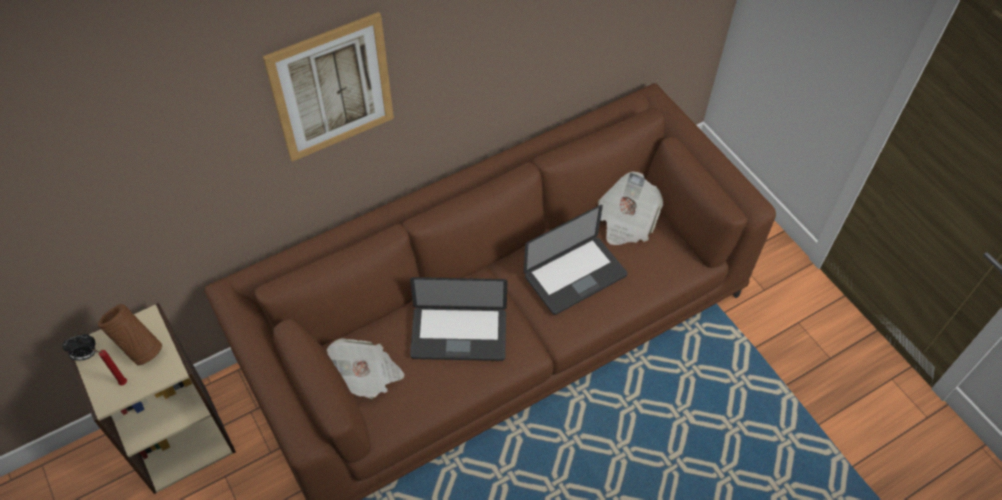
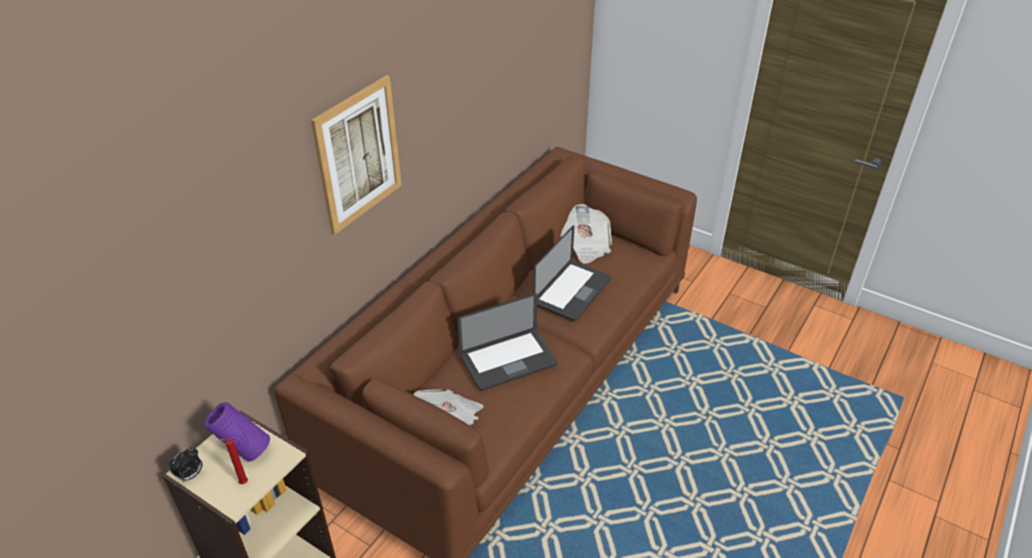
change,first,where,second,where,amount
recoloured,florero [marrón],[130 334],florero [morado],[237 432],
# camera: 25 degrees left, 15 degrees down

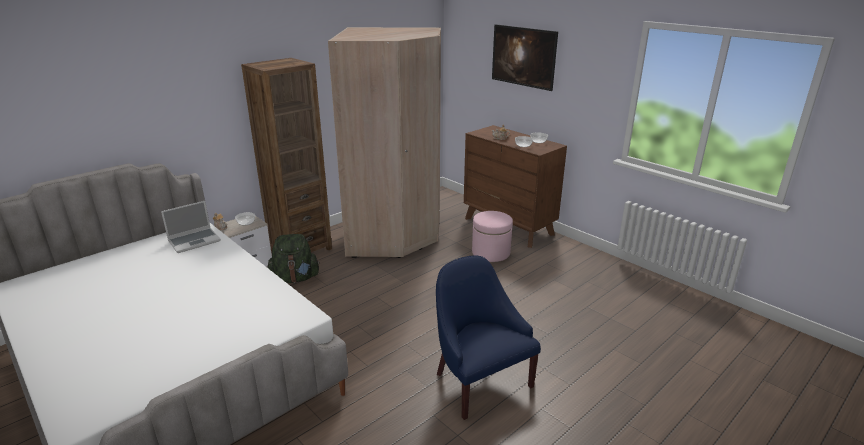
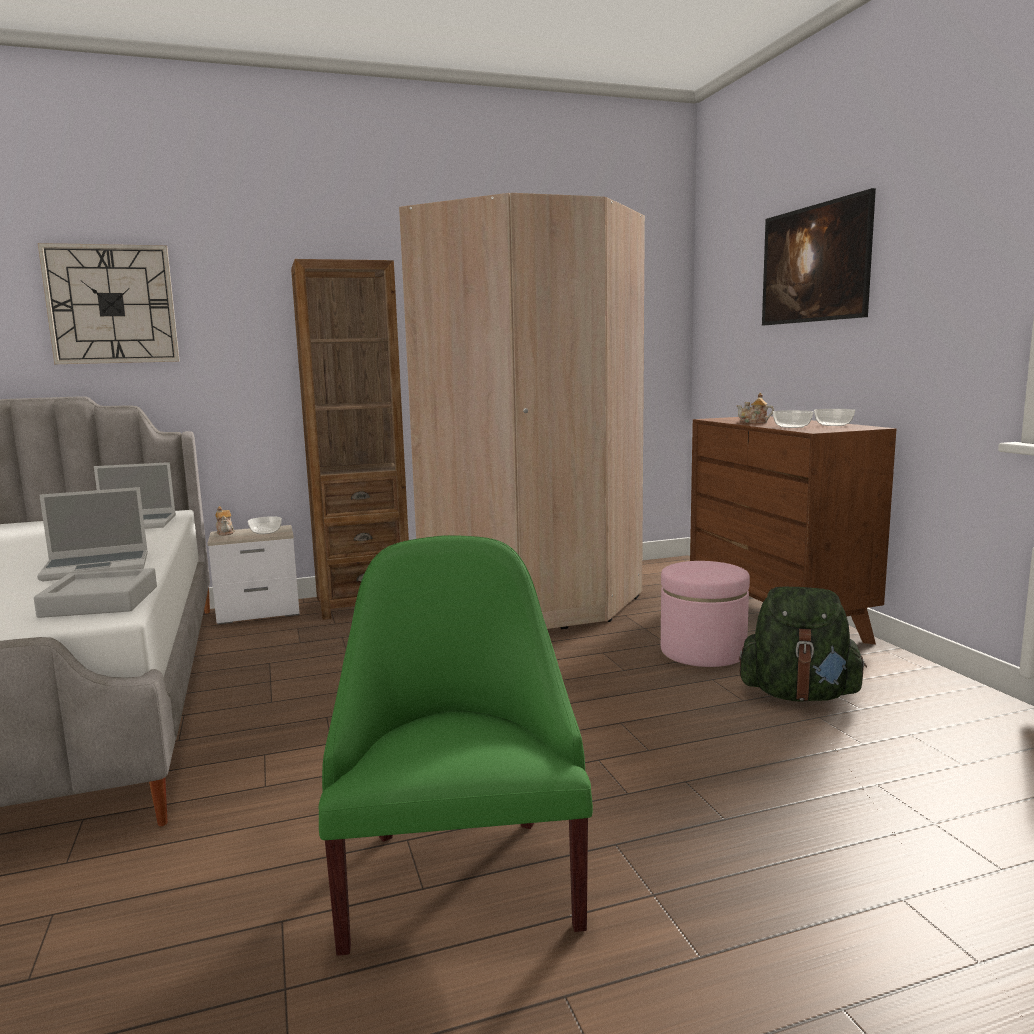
change,first,where,second,where,amount
added,,,bandeja [gris],[95 593],
added,,,portátil,[92 534],
added,,,reloj de pared,[109 303],
recoloured,sillón [azul],[488 337],sillón [verde],[456 745],
moved,mochila [verde],[293 258],,[803 644],
# camera: 25 degrees right, 15 degrees down

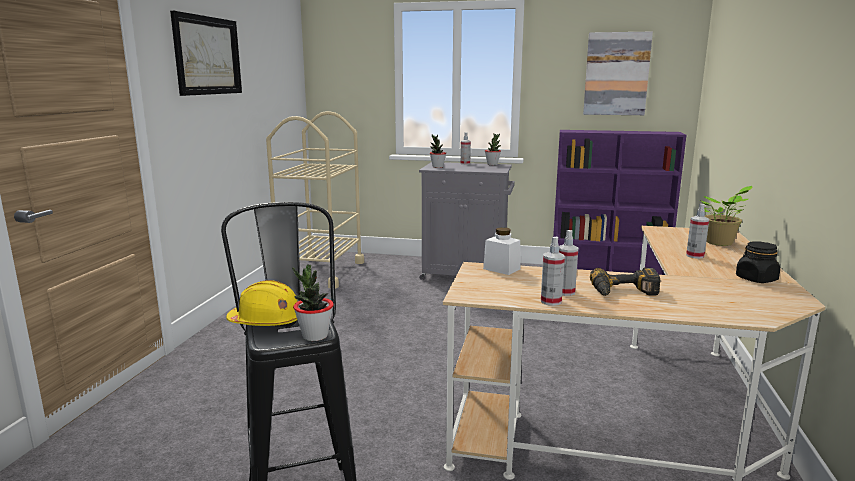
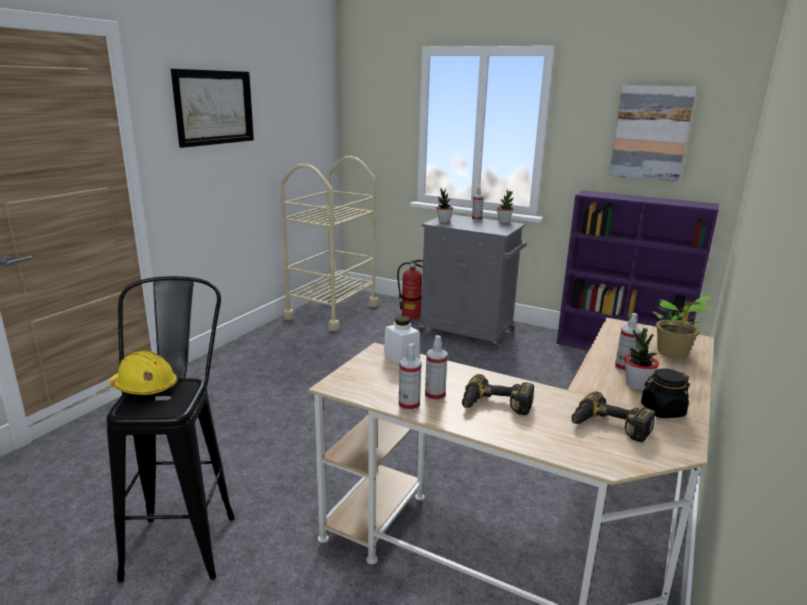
change,first,where,second,where,amount
added,,,extintor,[410 289],
added,,,taladro,[613 416],
moved,planta en maceta,[313 303],,[641 359],
# camera: 15 degrees right, 5 degrees up

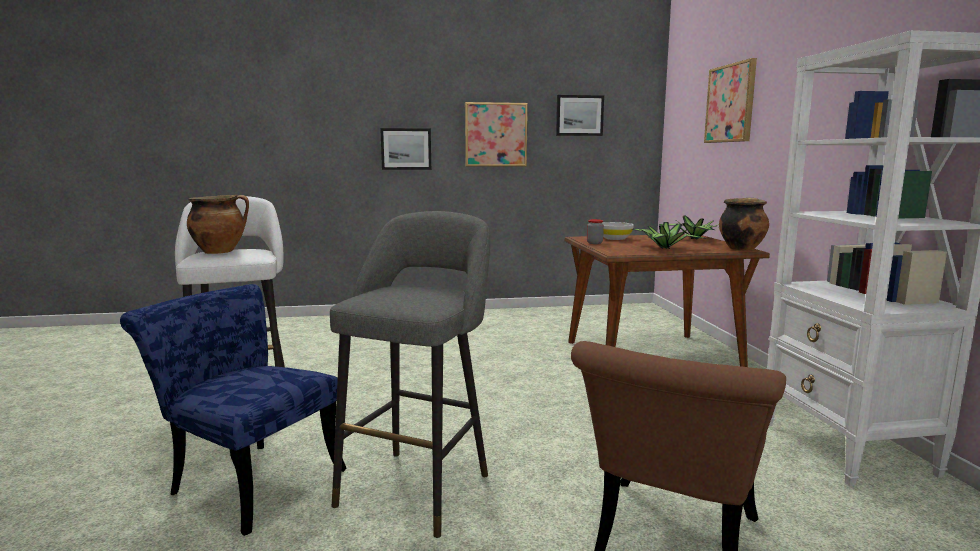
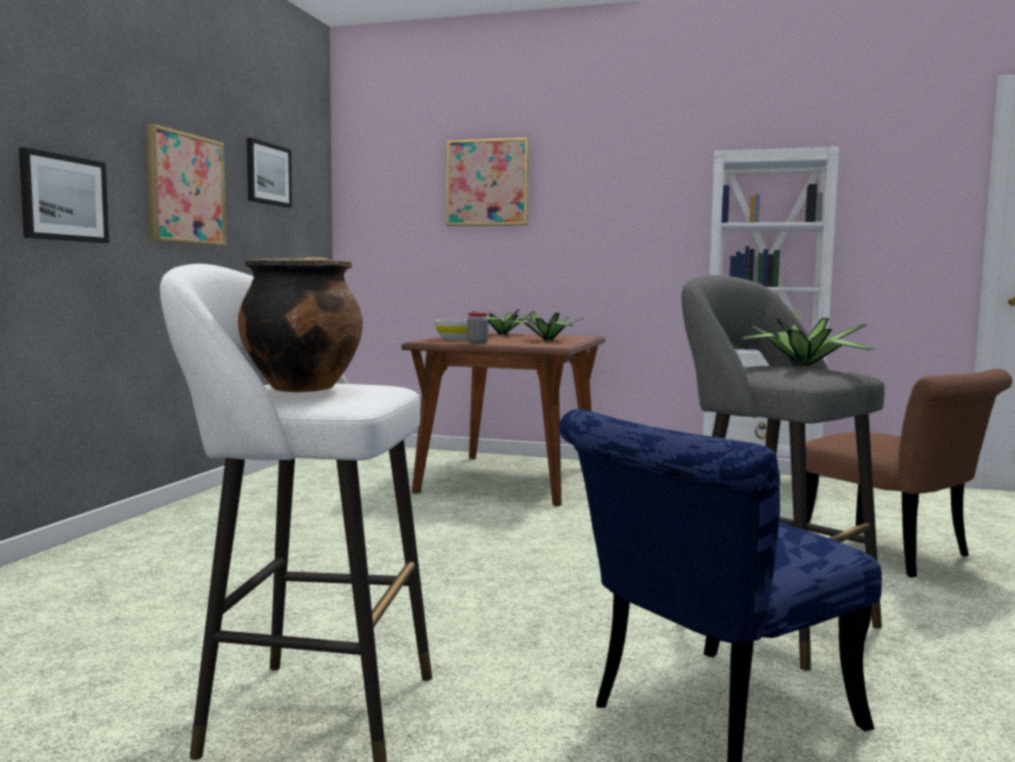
change,first,where,second,where,amount
added,,,planta en maceta,[809 342],
removed,olla,[744 224],,,
# camera: 65 degrees left, 5 degrees down

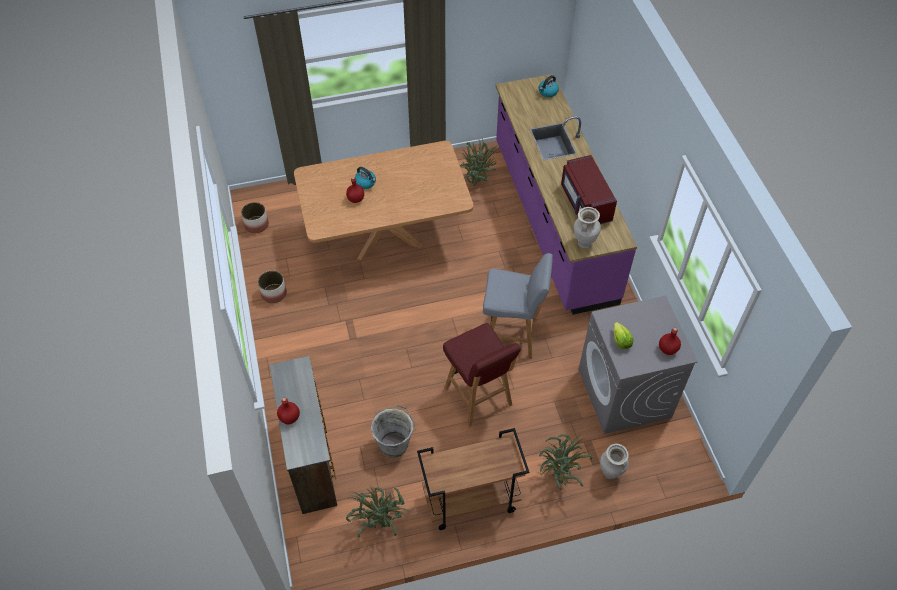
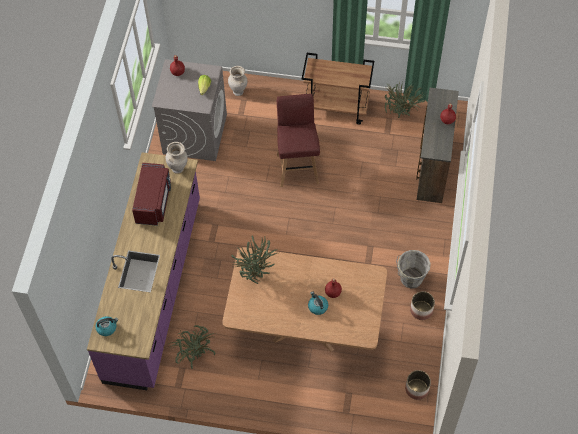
change,first,where,second,where,amount
moved,planta en maceta,[565 461],,[254 259],
moved,cubo [gris],[393 431],,[413 269],
removed,taburete [gris],[518 306],,,
# camera: 155 degrees left, 5 degrees up

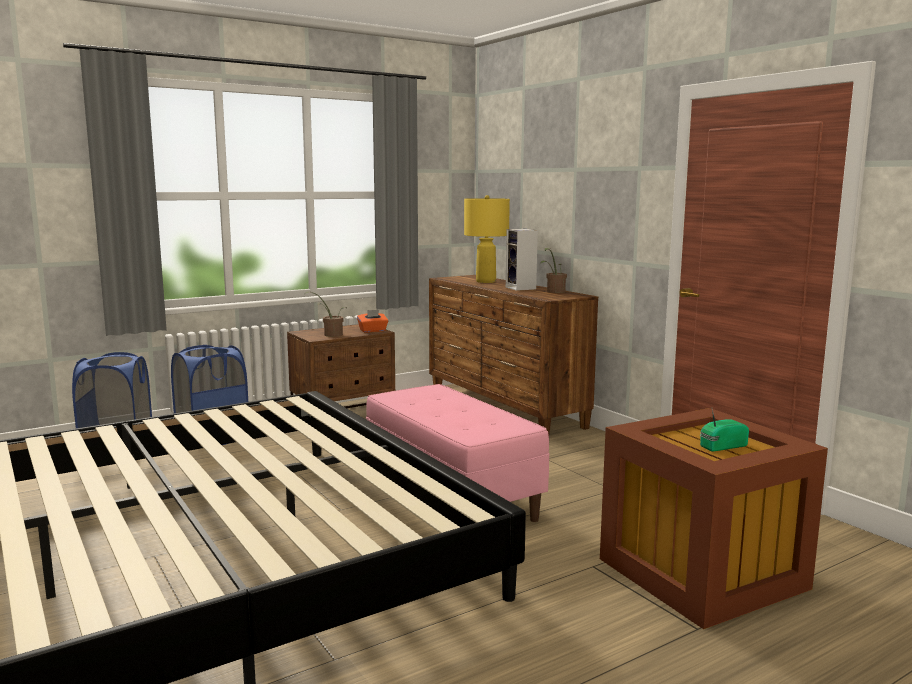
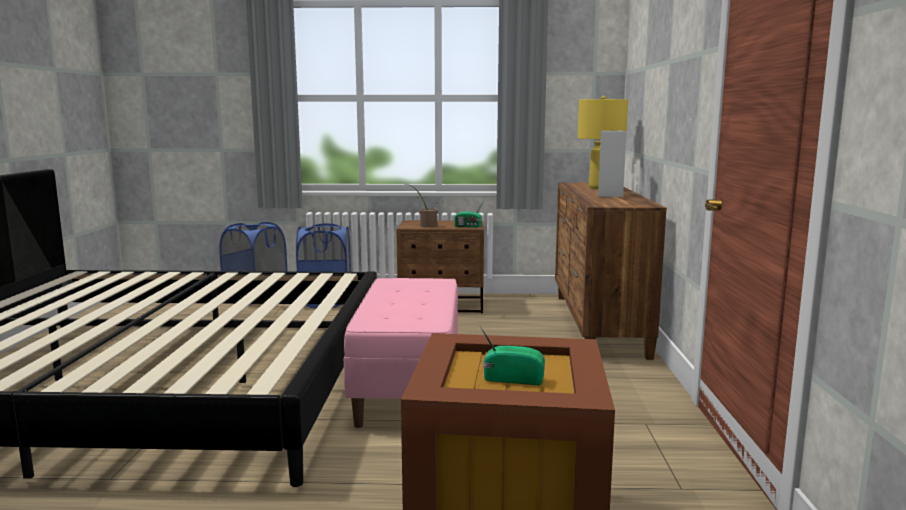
change,first,where,second,where,amount
replaced,caja de pañuelos [naranja],[372 321],radio,[468 215],
removed,planta en maceta,[553 270],,,
# camera: 35 degrees right, 0 degrees up

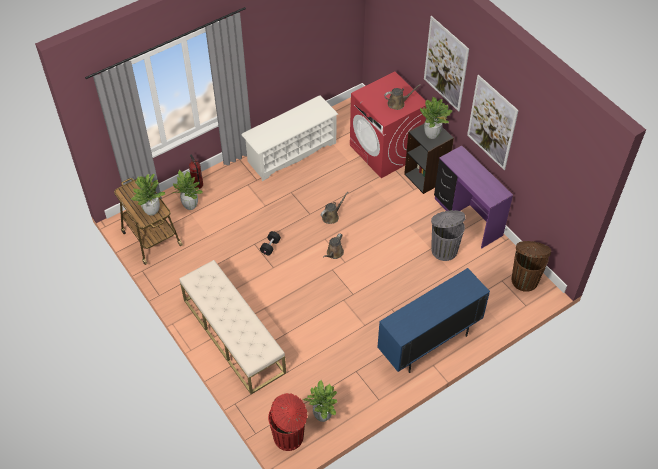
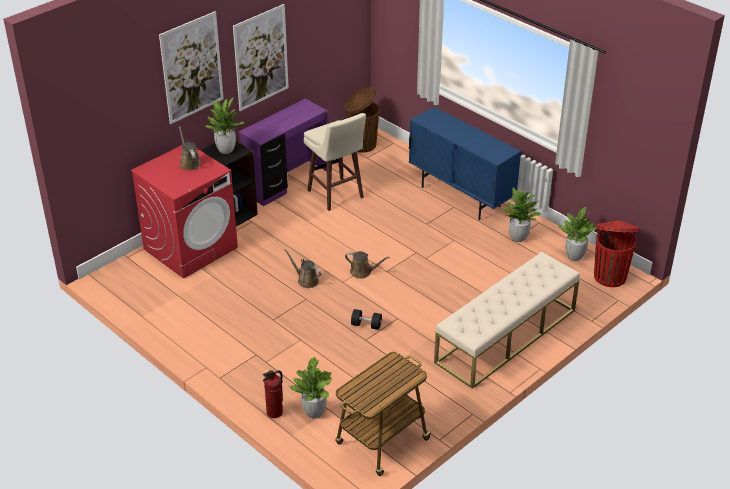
change,first,where,second,where,amount
replaced,papelera [gris],[448 235],taburete [beis],[334 162],
moved,planta en maceta,[148 195],,[521 214],
removed,zapatero [blanco],[289 138],,,
# camera: 100 degrees left, 15 degrees down

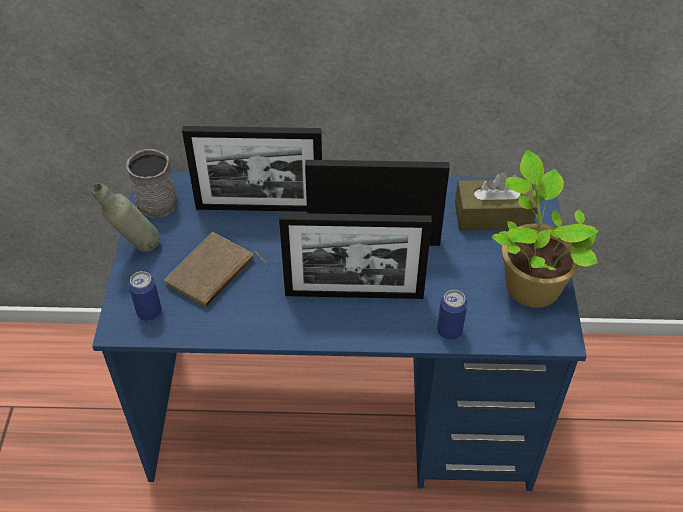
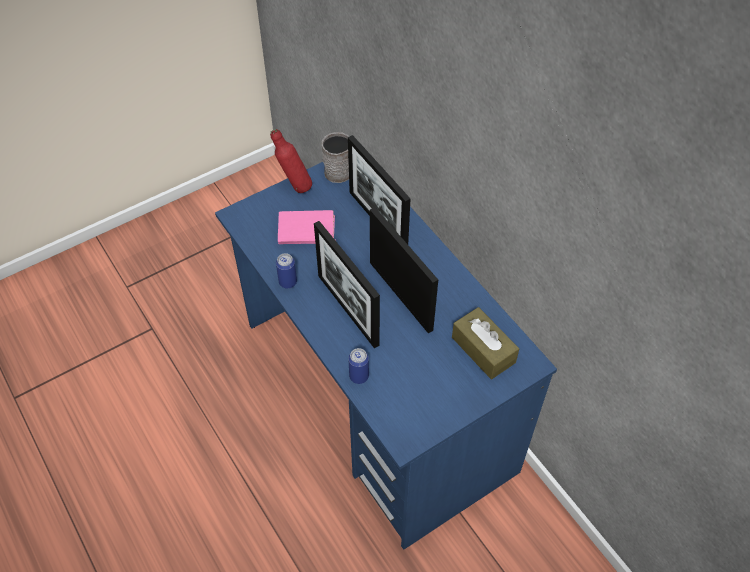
change,first,where,second,where,amount
recoloured,botella [gris],[126 217],botella [rojo],[291 161],
moved,lata,[145 296],,[286 271],
recoloured,libro [marrón],[215 270],libro [rosa],[307 227],
removed,planta en maceta,[544 229],,,
# camera: 55 degrees right, 5 degrees up

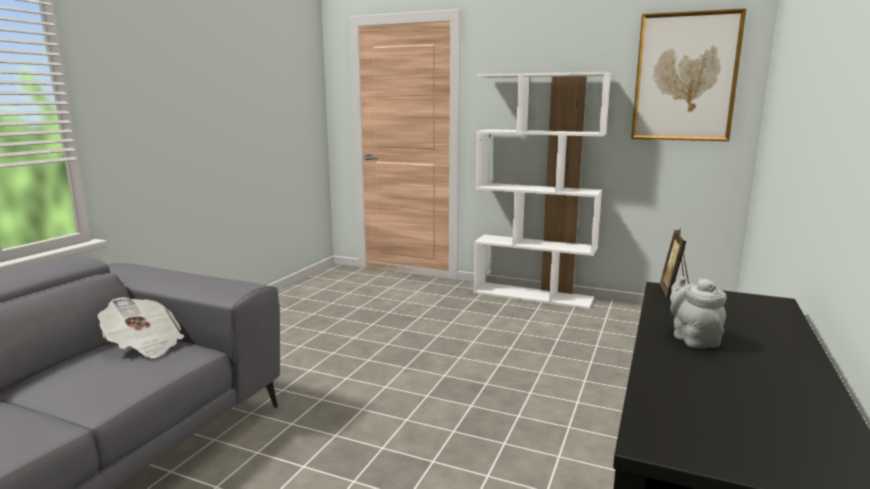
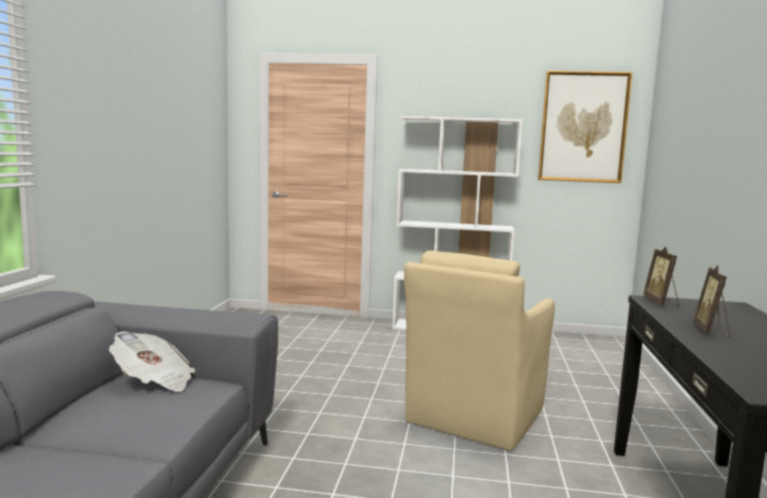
change,first,where,second,where,amount
added,,,sillón [beis],[479 350],
replaced,tetera [gris],[698 312],portarretratos,[711 301],
# camera: 15 degrees left, 5 degrees down

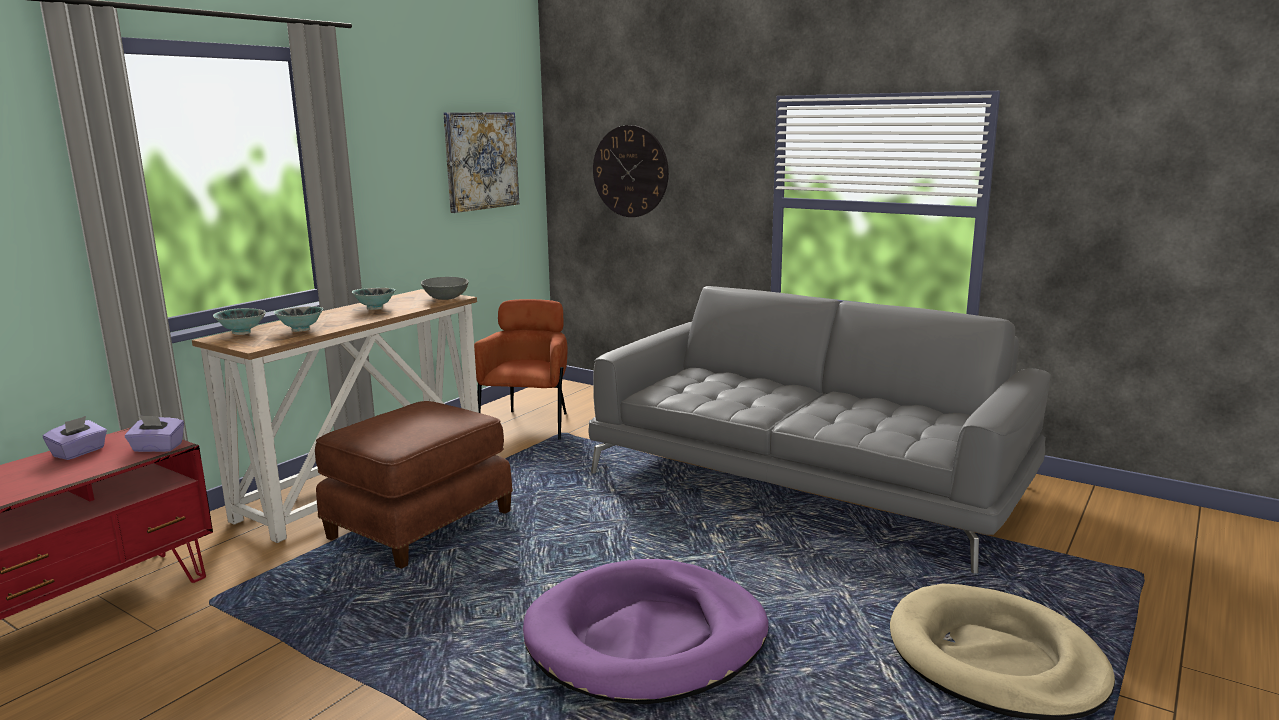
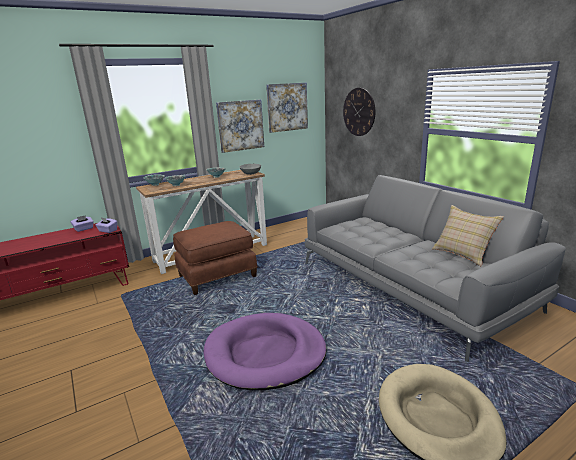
change,first,where,second,where,amount
added,,,cuadro,[240 126],
added,,,cojín [beis],[468 235],
removed,sillón [marrón],[520 369],,,
# camera: 25 degrees right, 5 degrees up

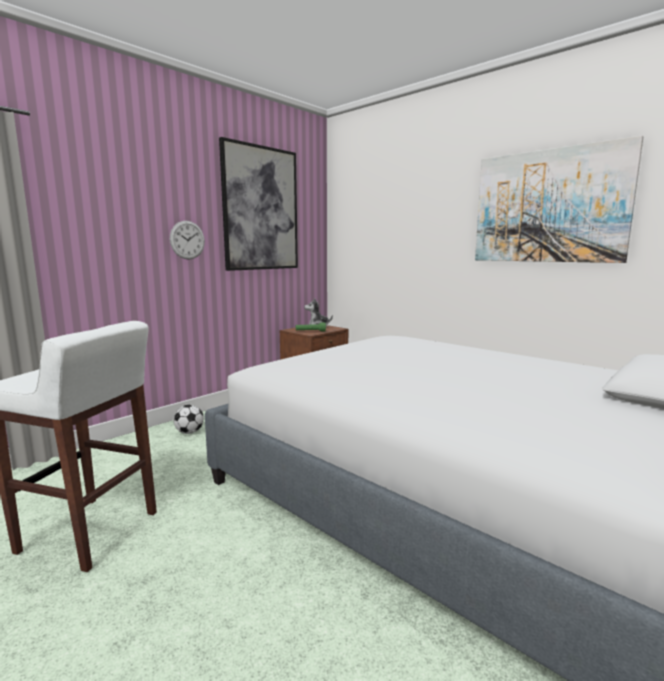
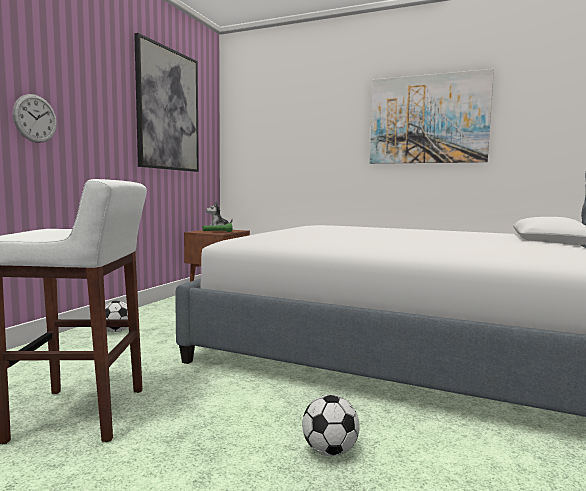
change,first,where,second,where,amount
moved,reloj de pared,[187 240],,[35 118],
added,,,balón de fútbol,[330 425],
# camera: 20 degrees left, 5 degrees down

